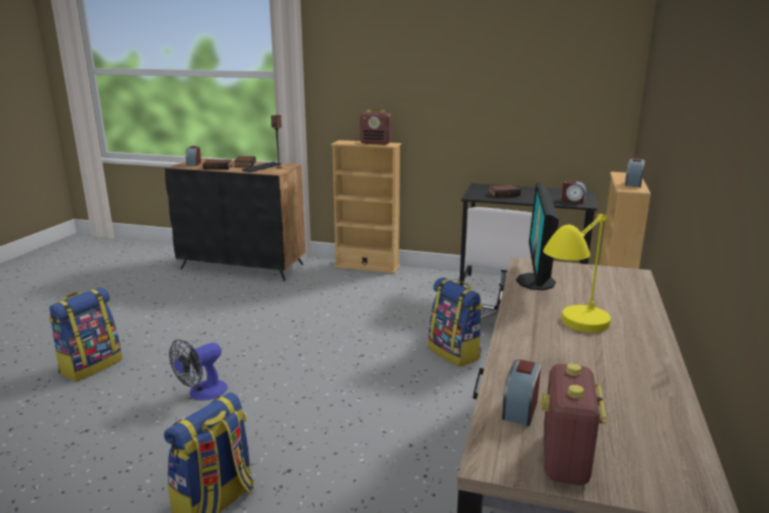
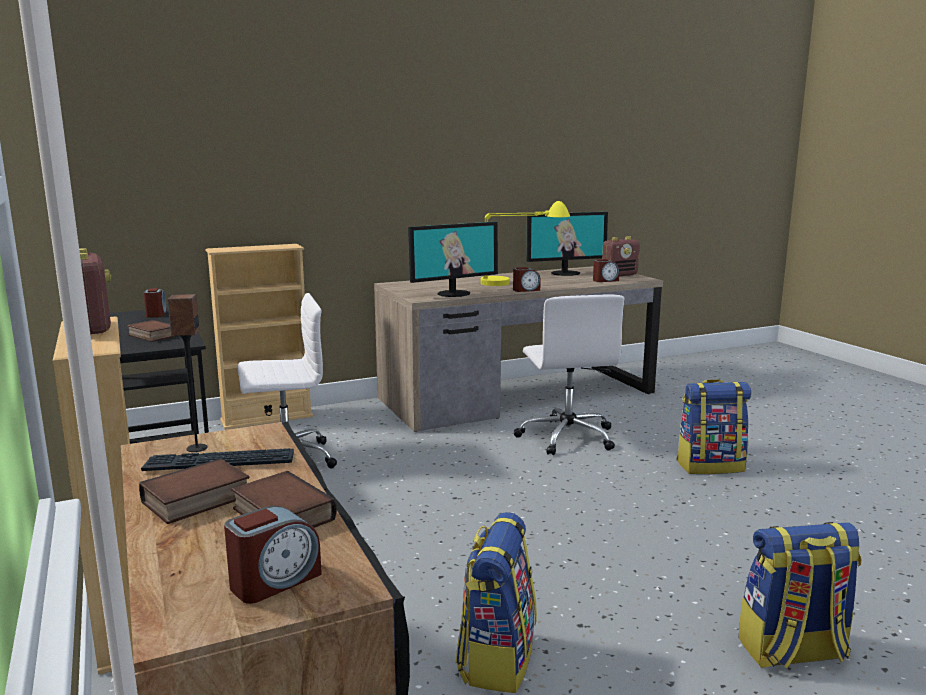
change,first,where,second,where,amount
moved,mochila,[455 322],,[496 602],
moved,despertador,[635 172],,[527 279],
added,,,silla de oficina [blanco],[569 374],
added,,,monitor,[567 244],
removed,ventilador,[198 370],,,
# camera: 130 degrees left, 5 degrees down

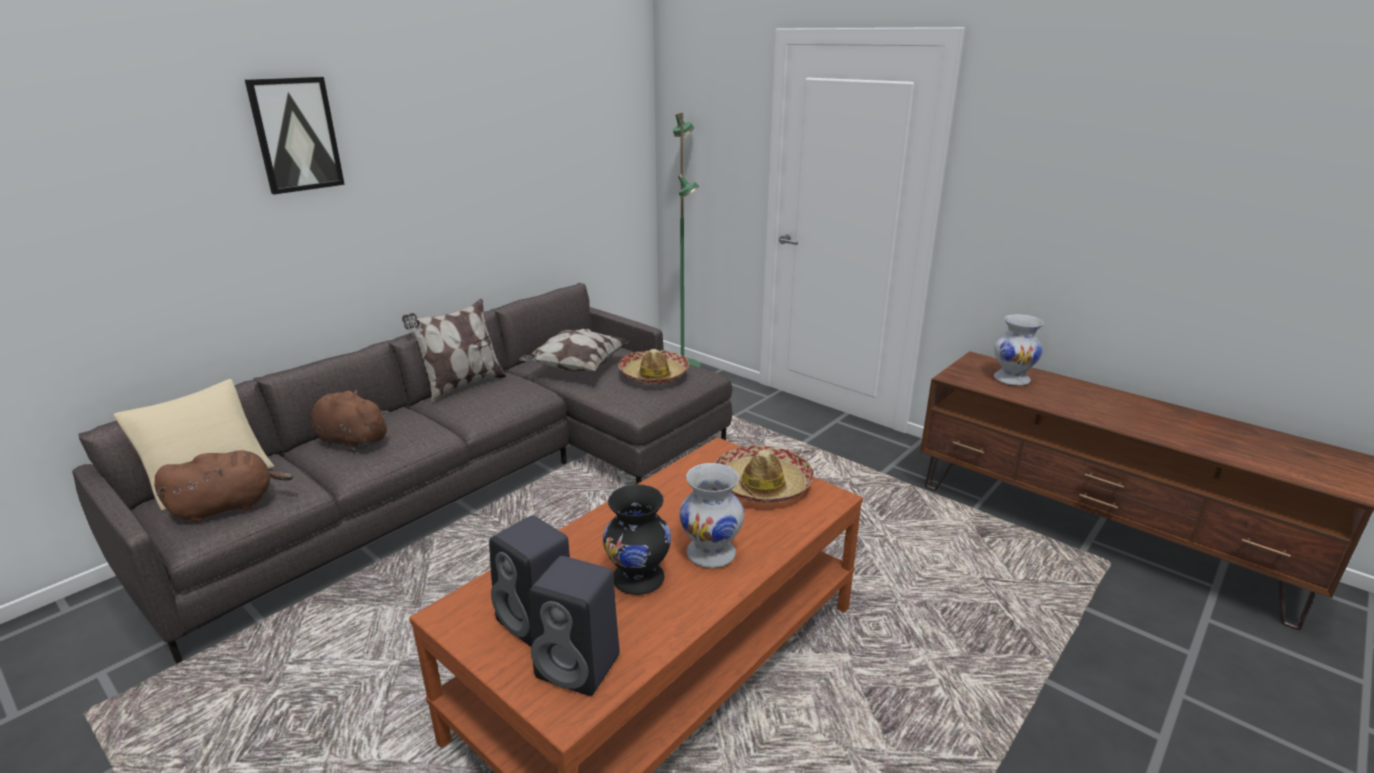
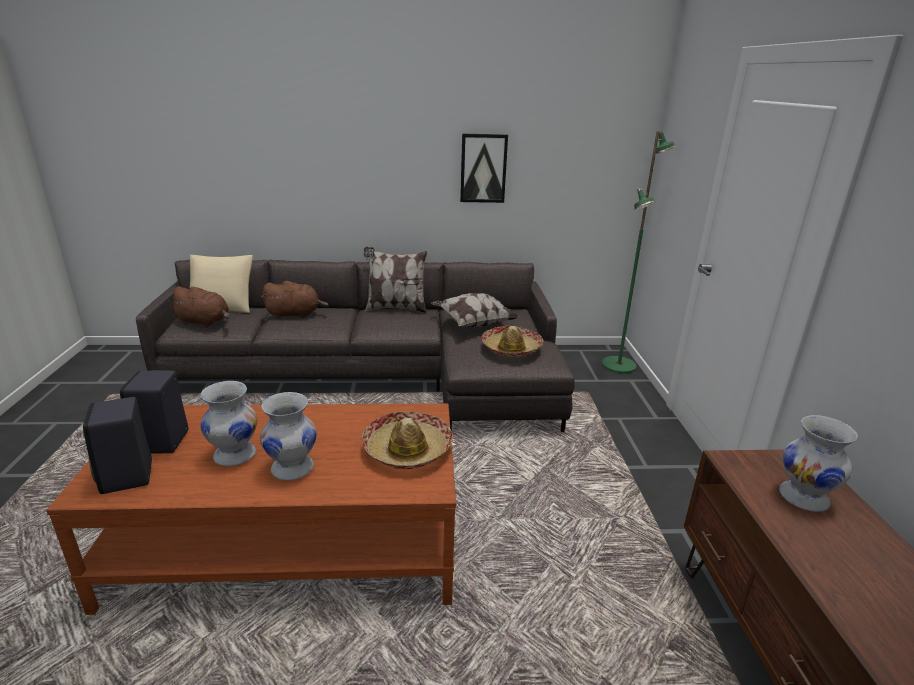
change,first,where,second,where,amount
recoloured,florero [negro],[637 539],florero [blanco],[228 423],
turned,peluche [marrón],[350 421],,[295 300],105 degrees clockwise
moved,cuadro,[295 136],,[484 168],
# camera: 45 degrees right, 0 degrees up

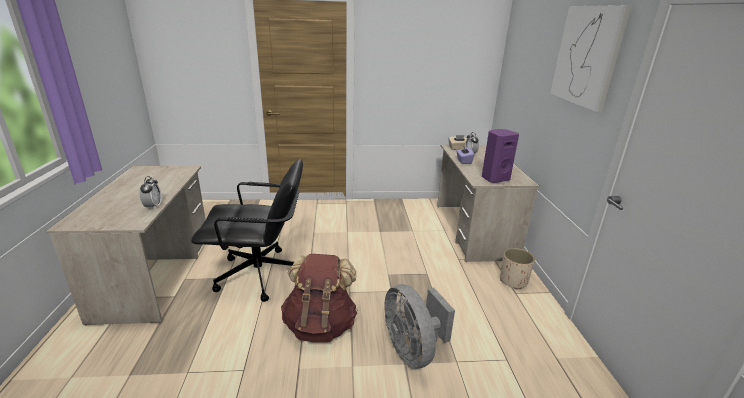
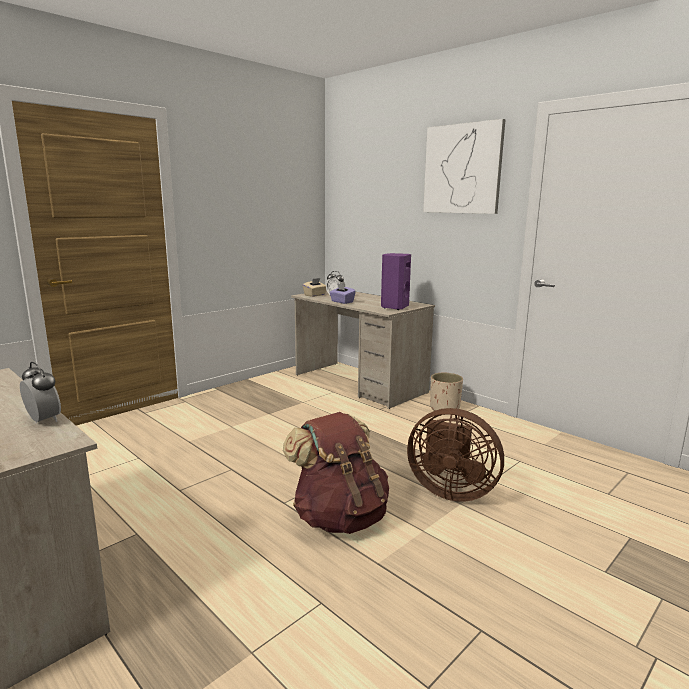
change,first,where,second,where,amount
recoloured,ventilador [gris],[419 326],ventilador [marrón],[455 455],
removed,silla de oficina [negro],[247 230],,,
# camera: 40 degrees left, 10 degrees down

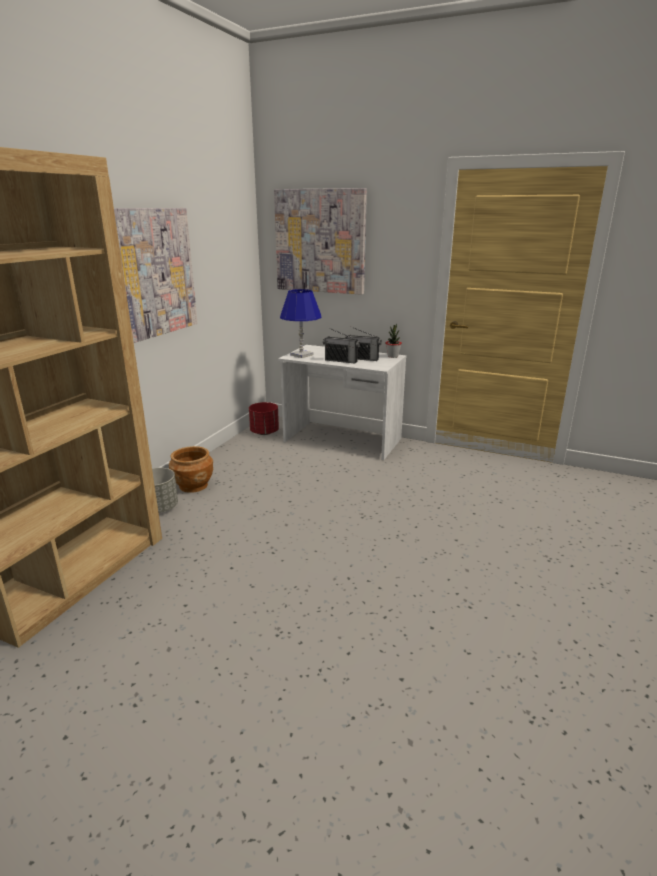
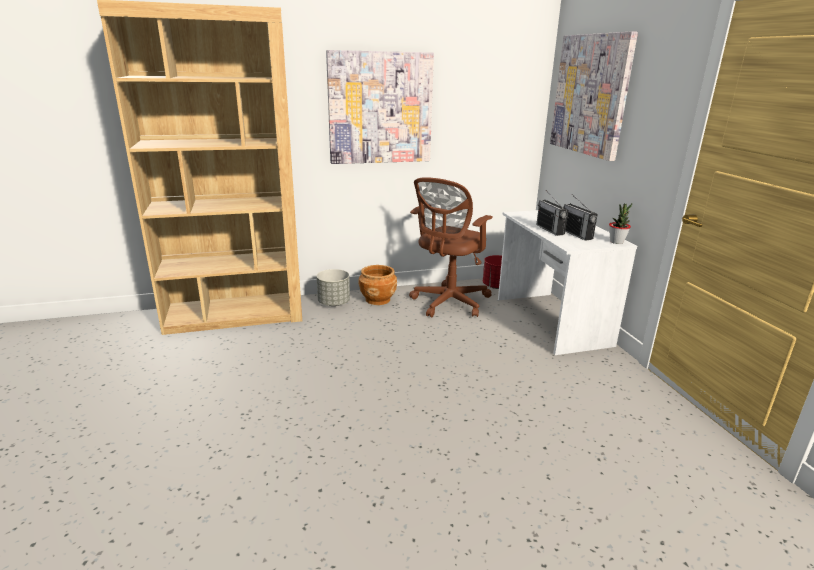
change,first,where,second,where,amount
added,,,silla de oficina [marrón],[451 247],
removed,lámpara de mesa [azul],[301 323],,,
# camera: 50 degrees right, 0 degrees up

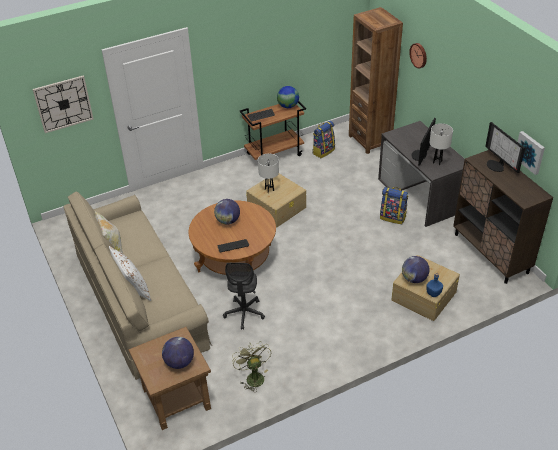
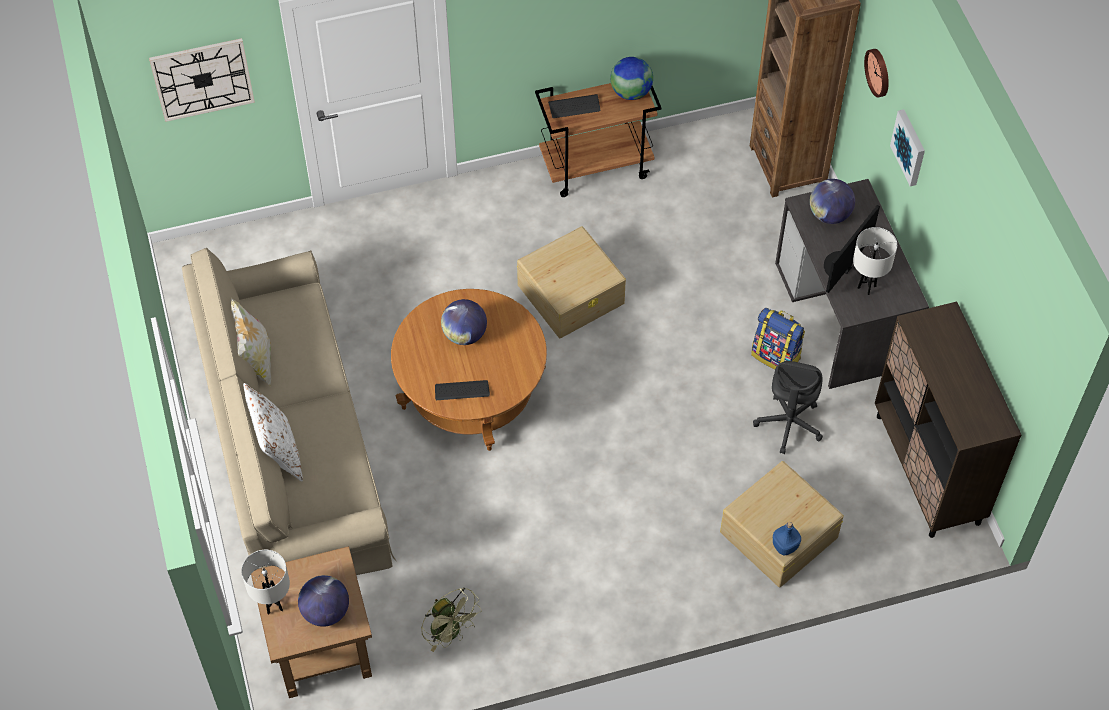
change,first,where,second,where,amount
moved,lámpara de mesa [blanco],[268 173],,[266 582],
turned,ventilador [verde],[251 366],,[451 619],150 degrees clockwise
moved,silla de oficina [gris],[244 296],,[788 407],
moved,globo terráqueo,[416 269],,[832 201],
moved,cuadro,[531 153],,[907 147],
removed,mochila,[323 139],,,
removed,monitor,[505 147],,,
# camera: 10 degrees right, 15 degrees up

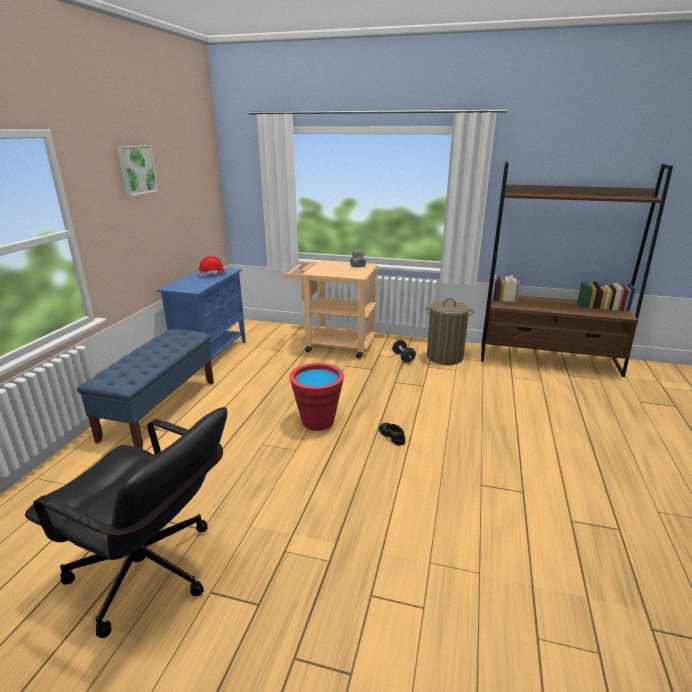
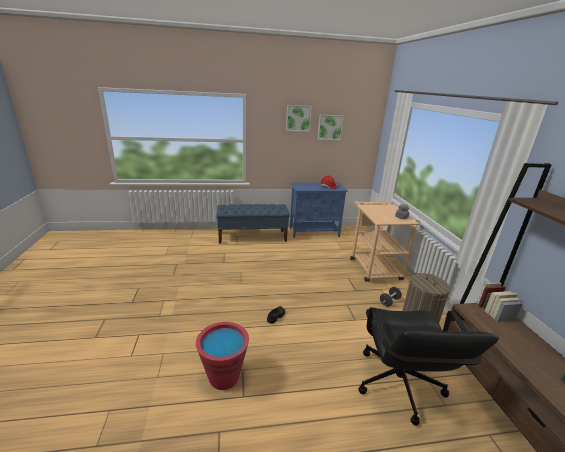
change,first,where,second,where,amount
moved,cubo [rojo],[316 397],,[222 356],
added,,,cuadro,[331 127],
moved,silla de oficina [negro],[126 522],,[428 366],
# camera: 65 degrees right, 0 degrees up

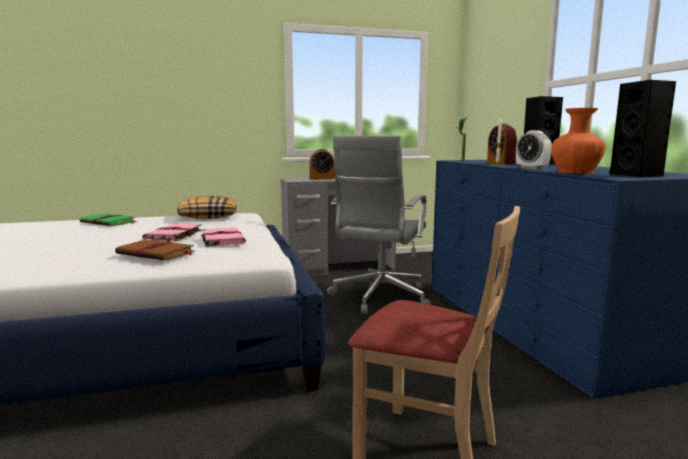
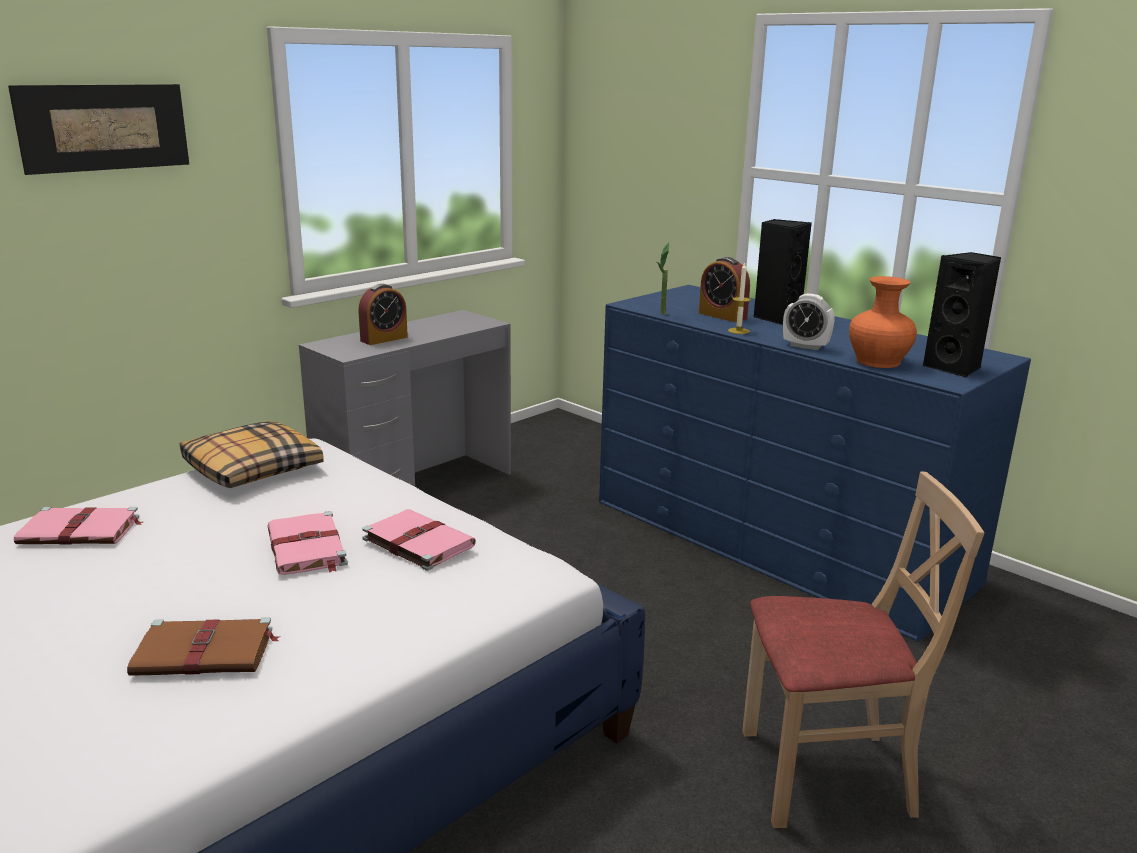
change,first,where,second,where,amount
added,,,cuadro,[98 129],
recoloured,libro [verde],[108 219],libro [rosa],[78 525],
moved,libro [marrón],[155 250],,[204 646],
removed,silla de oficina [gris],[379 225],,,
# camera: 30 degrees left, 10 degrees up

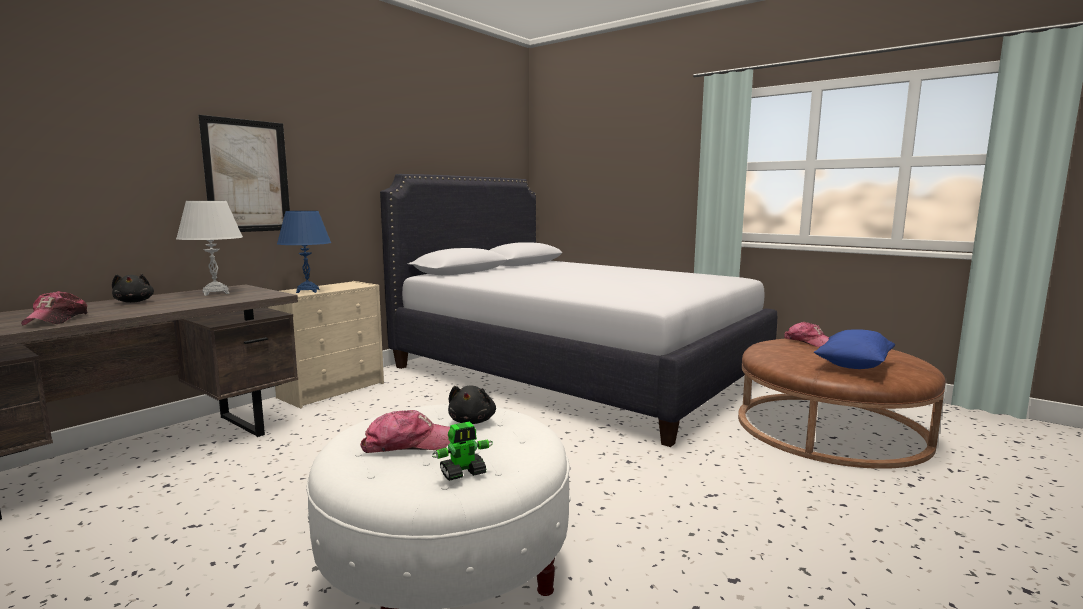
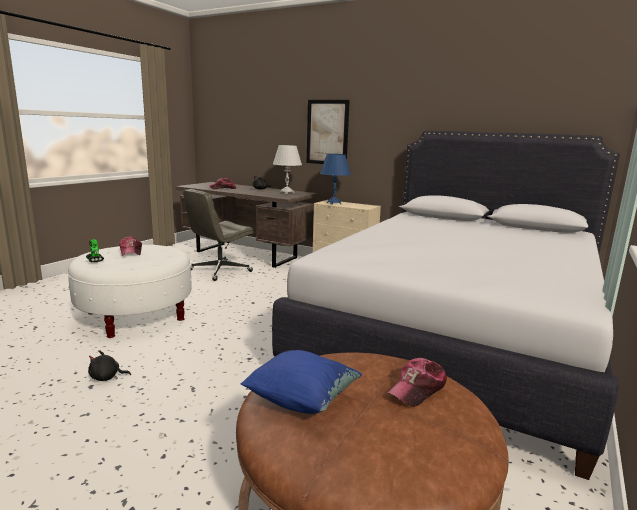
change,first,where,second,where,amount
moved,peluche [negro],[472 404],,[109 365],
added,,,silla de oficina [gris],[218 235],
# camera: 80 degrees right, 5 degrees up

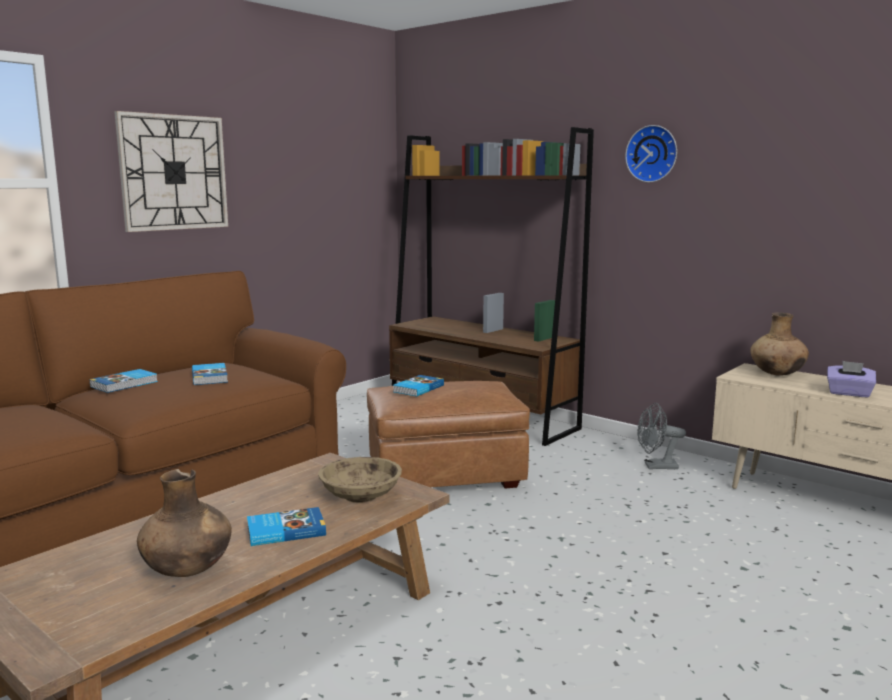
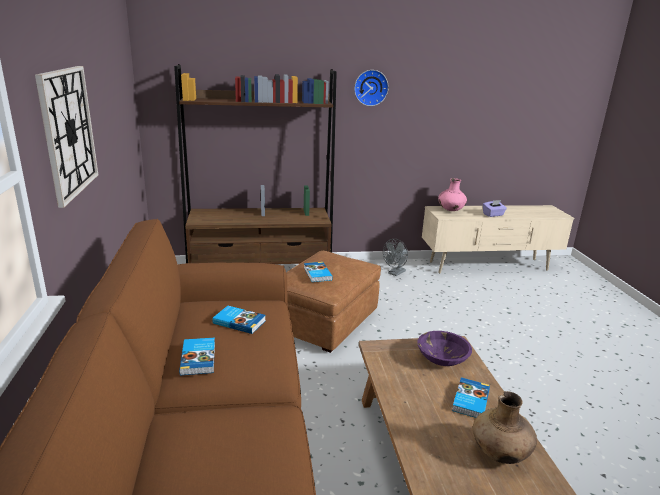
change,first,where,second,where,amount
recoloured,cuenco [beis],[360 480],cuenco [morado],[444 348],
recoloured,florero [marrón],[779 344],florero [rosa],[452 194],
# camera: 50 degrees left, 10 degrees up

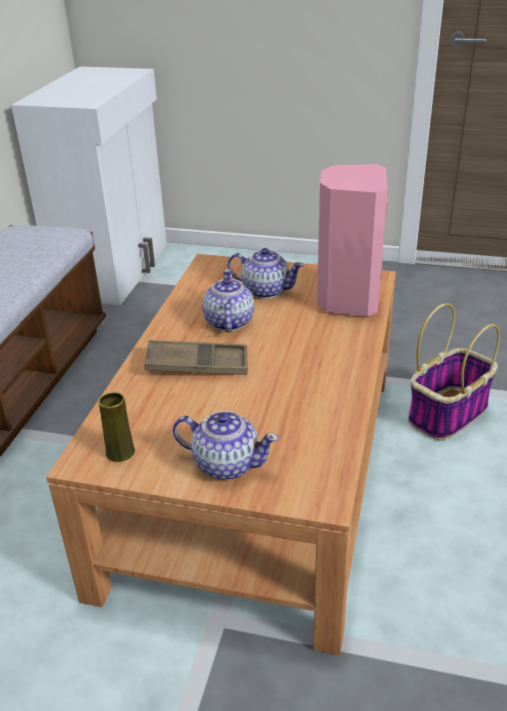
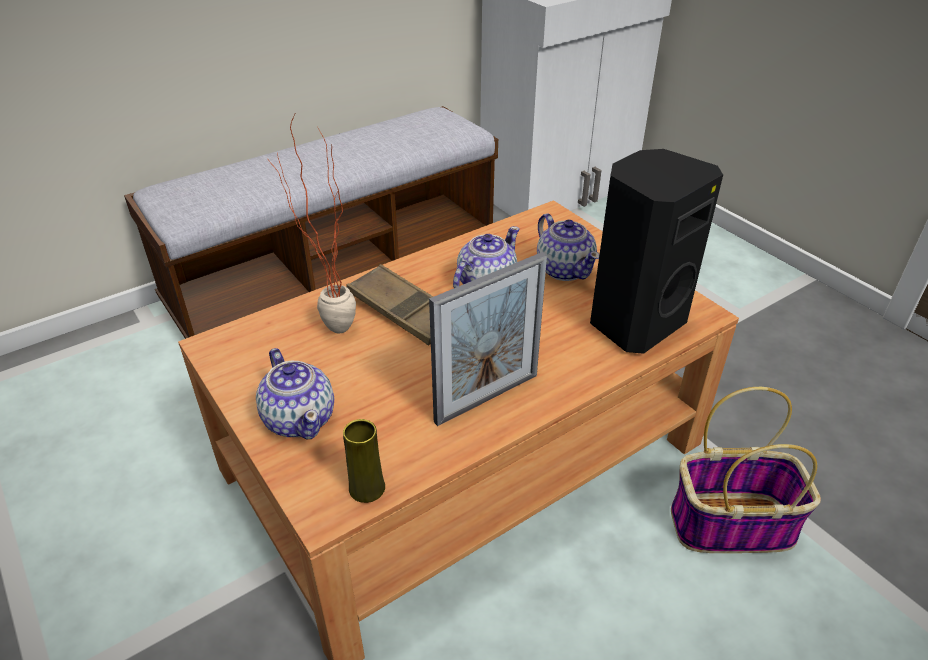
change,first,where,second,where,amount
added,,,planta en maceta,[311 222],
moved,florero [amarillo],[116 427],,[364 461],
added,,,portarretratos,[488 339],
recoloured,altavoz [rosa],[352 240],altavoz [negro],[656 251],
# camera: 40 degrees right, 5 degrees up

